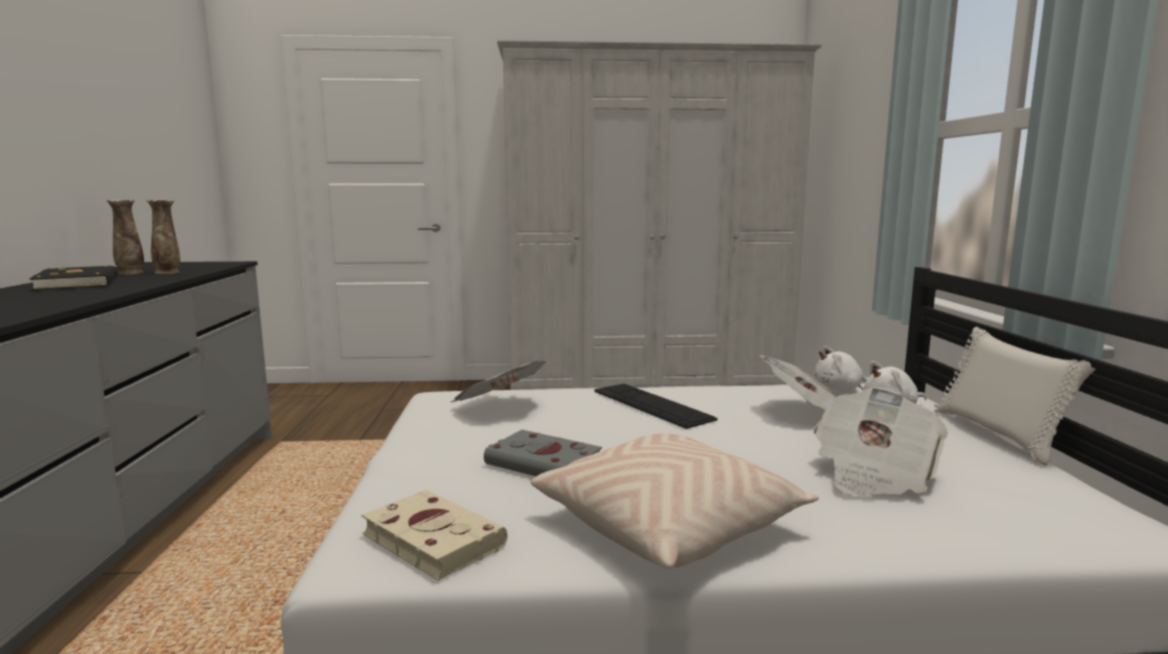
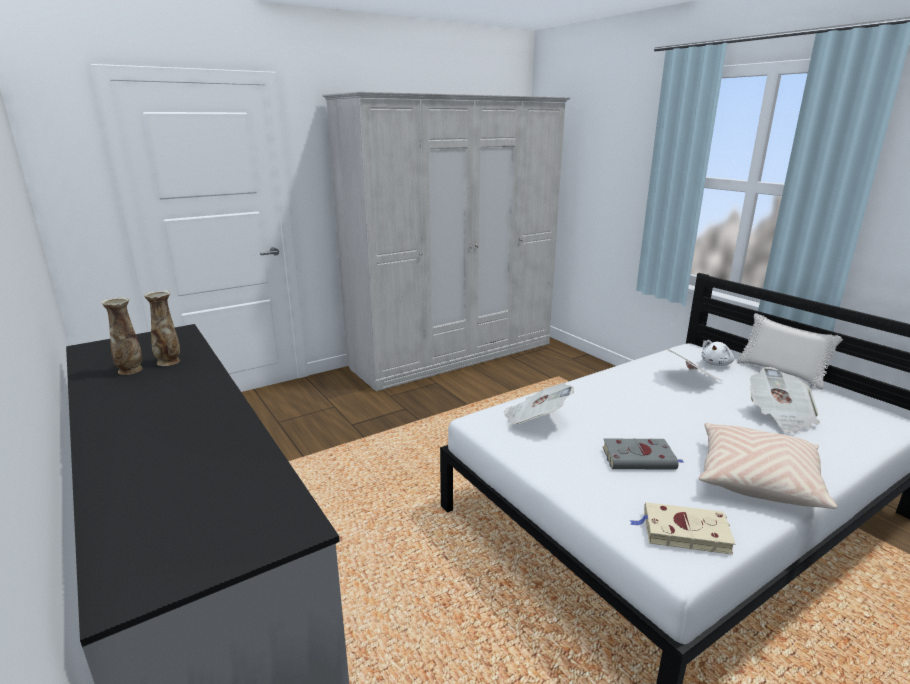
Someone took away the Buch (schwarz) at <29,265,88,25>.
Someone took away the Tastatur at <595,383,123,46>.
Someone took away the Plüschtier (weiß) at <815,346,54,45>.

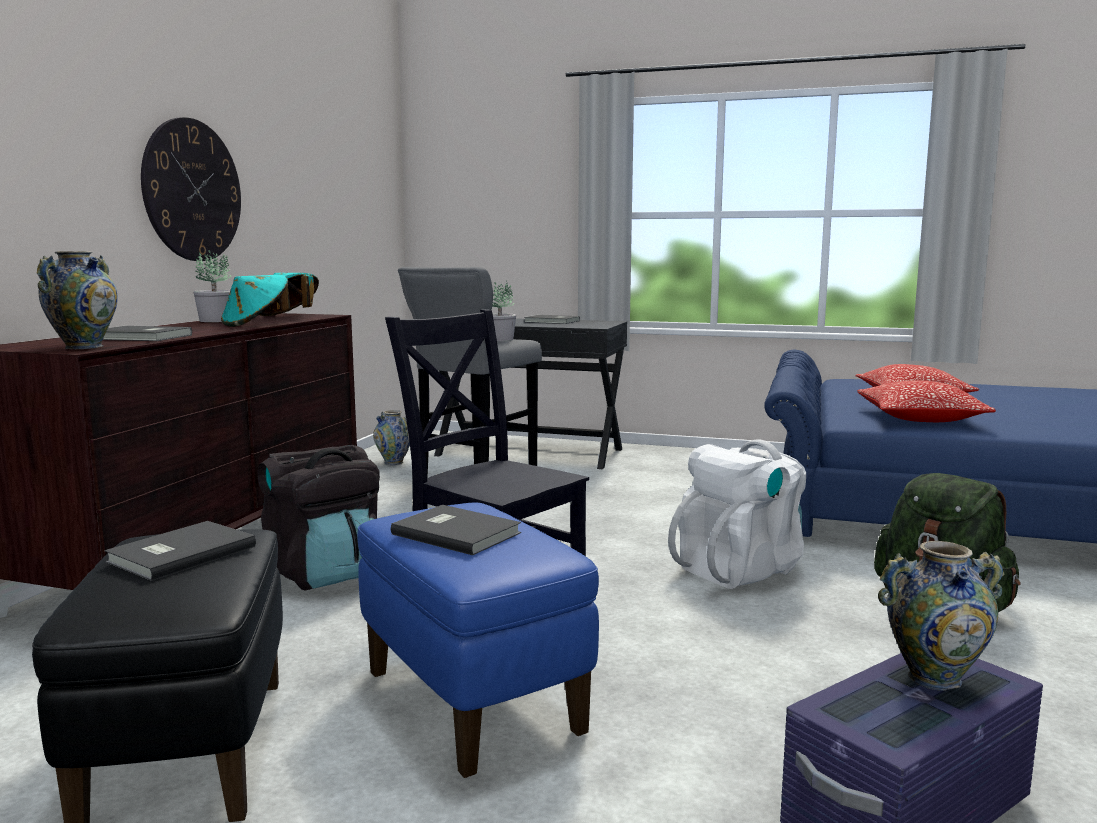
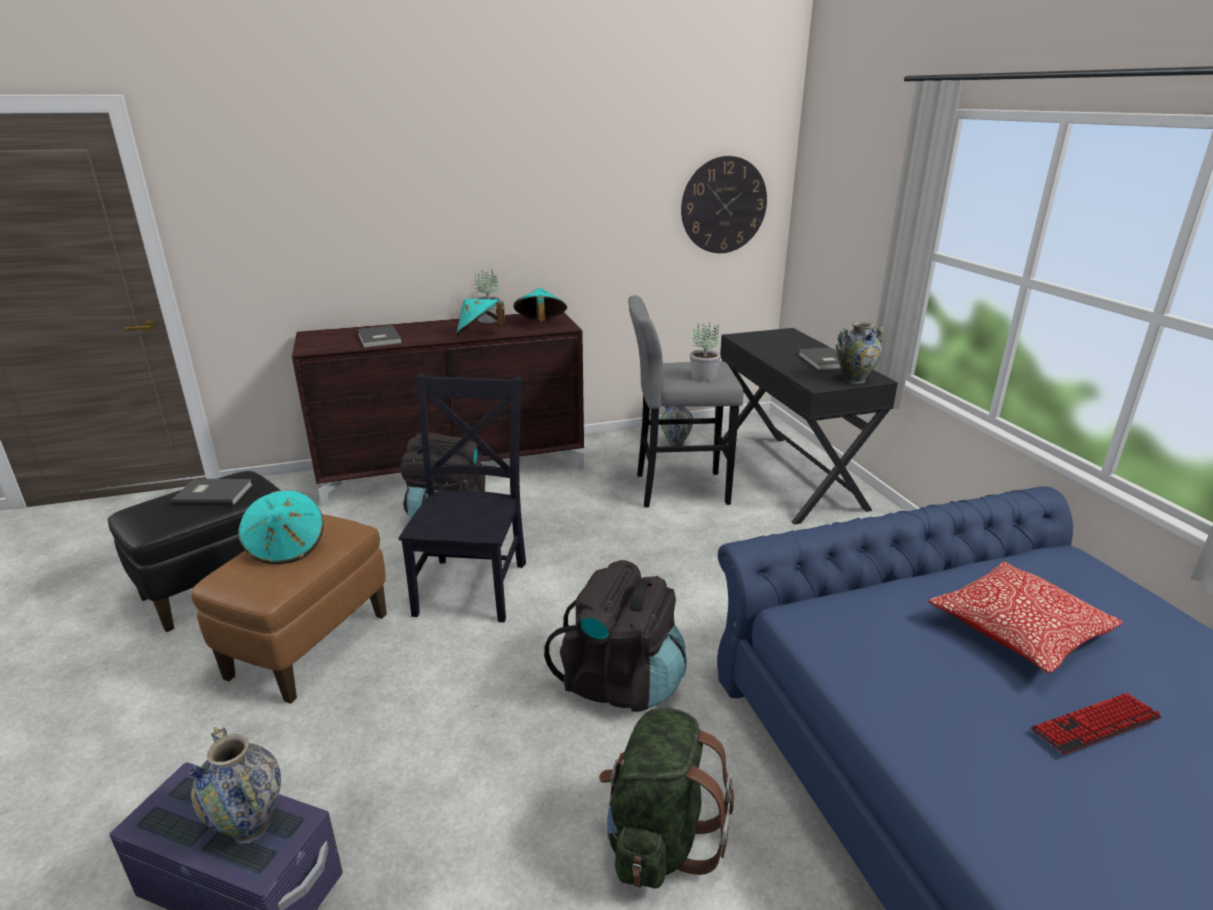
Someone repainted the Polsterhocker (blau) at <357,502,242,276>, which became the Polsterhocker (braun) at <191,514,196,190>.
Someone swapped the Buch (grau) at <391,505,130,50> for the Hut (türkis) at <238,491,86,73>.
Someone repainted the Rucksack (weiß) at <668,439,138,150>, which became the Rucksack (schwarz) at <544,560,143,152>.
Someone carried the Wanduhr from <141,117,100,144> to <681,156,86,97>.
Someone carried the Vase from <37,251,81,98> to <836,322,48,62>.
Someone put down the Tastatur at <1031,693,131,62>.
Someone took away the Kissen at <857,380,139,42>.

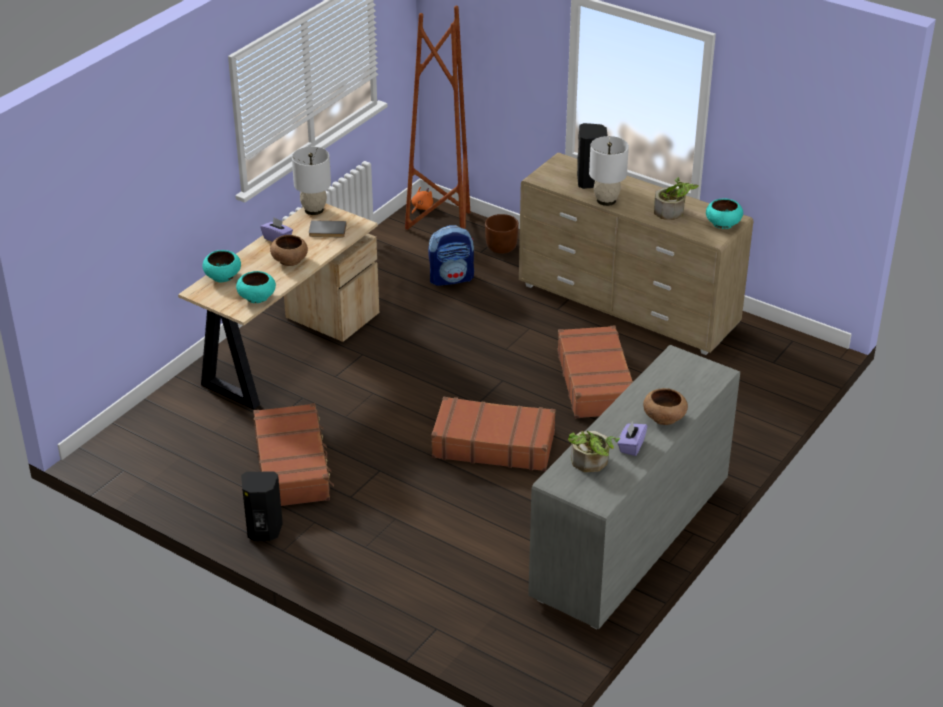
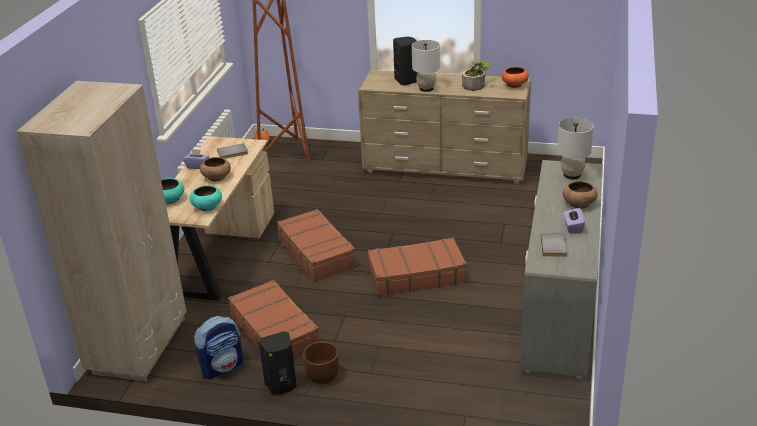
Someone put down the Kleiderschrank (beige) at <16,81,171,300>.
Someone carried the Rucksack from <428,225,46,61> to <194,316,49,63>.
Someone carried the Koffer (braun) from <557,325,76,94> to <277,209,79,72>.
Someone carried the Pflanzkübel (braun) from <485,214,34,40> to <303,342,36,42>.
Someone repainted the Schüssel (türkis) at <706,198,37,31>, which became the Schüssel (orange) at <502,67,27,21>.
Someone swapped the Topfpflanze at <568,431,52,41> for the Buch (grau) at <541,233,26,24>.
Someone carried the Tischlampe (weiß) from <292,147,39,68> to <557,118,37,61>.

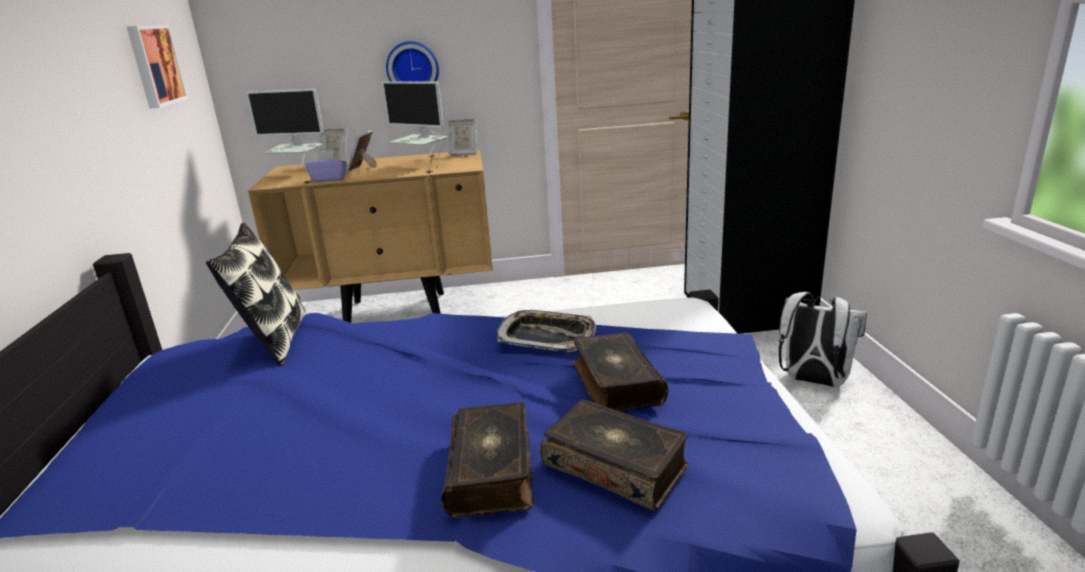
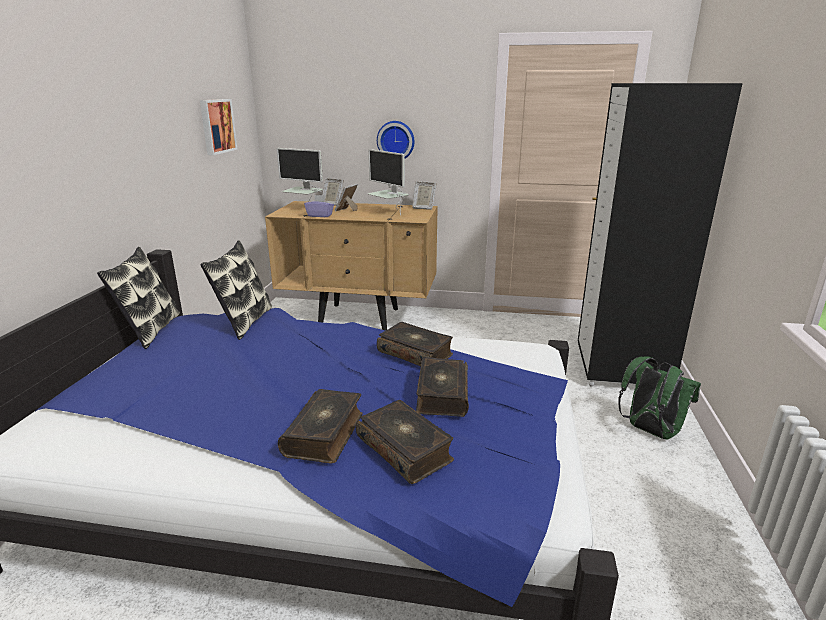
Someone put down the Kissen at <97,247,83,102>.
Someone swapped the Tablett at <497,310,99,42> for the Buch at <377,322,76,44>.
Someone repainted the Rucksack (weiß) at <778,292,89,95>, which became the Rucksack (grün) at <618,356,83,84>.

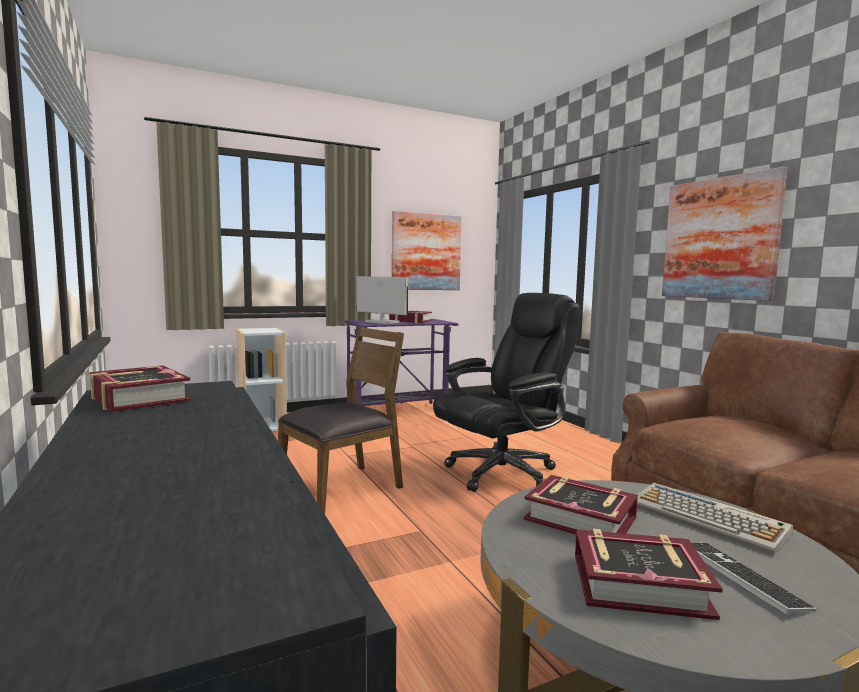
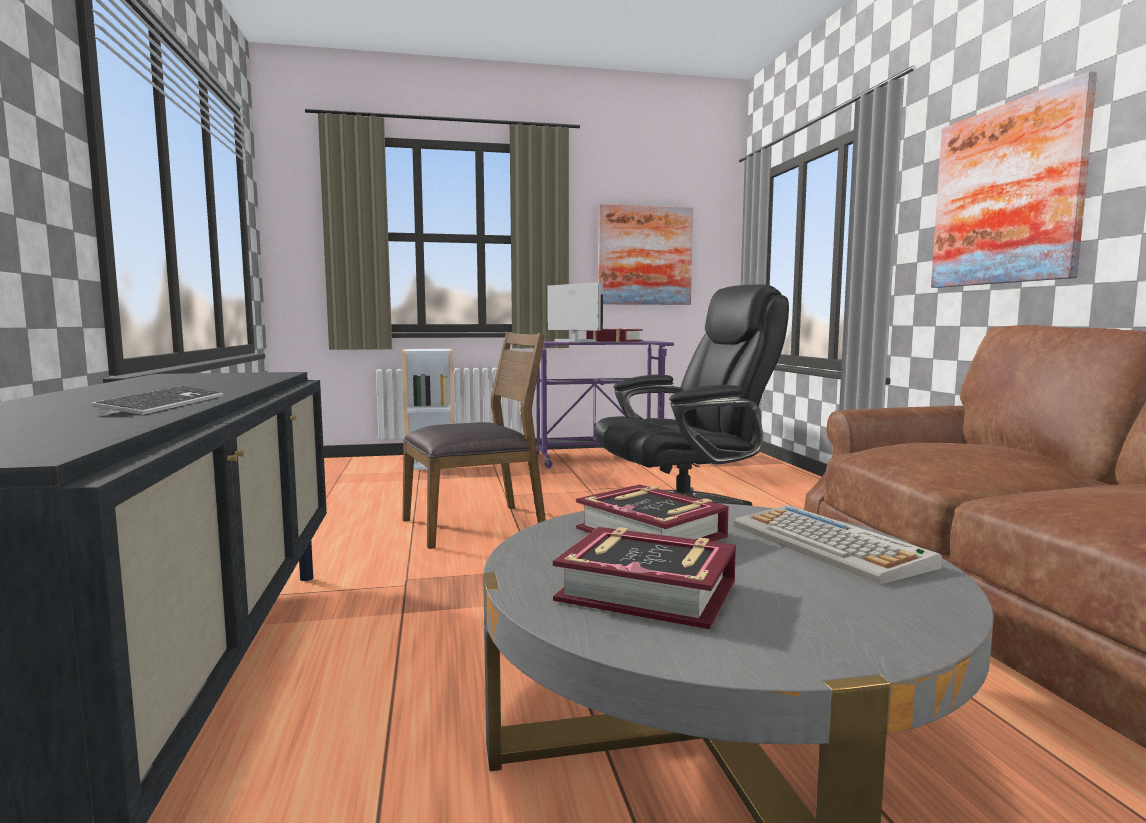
Someone carried the Tastatur from <691,542,125,73> to <91,386,133,29>.
Someone took away the Buch at <89,365,102,47>.

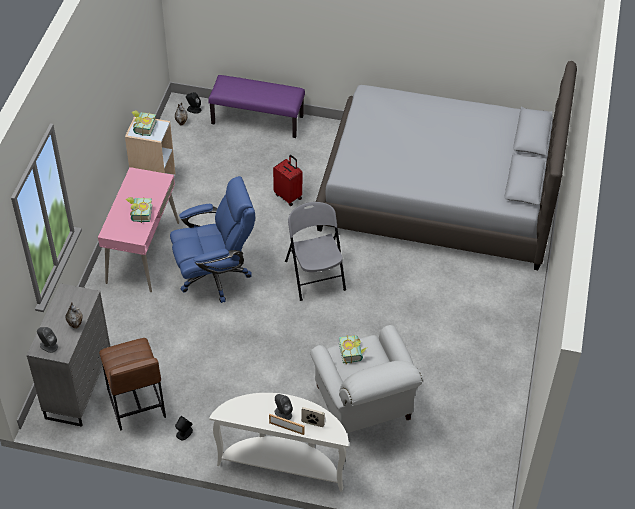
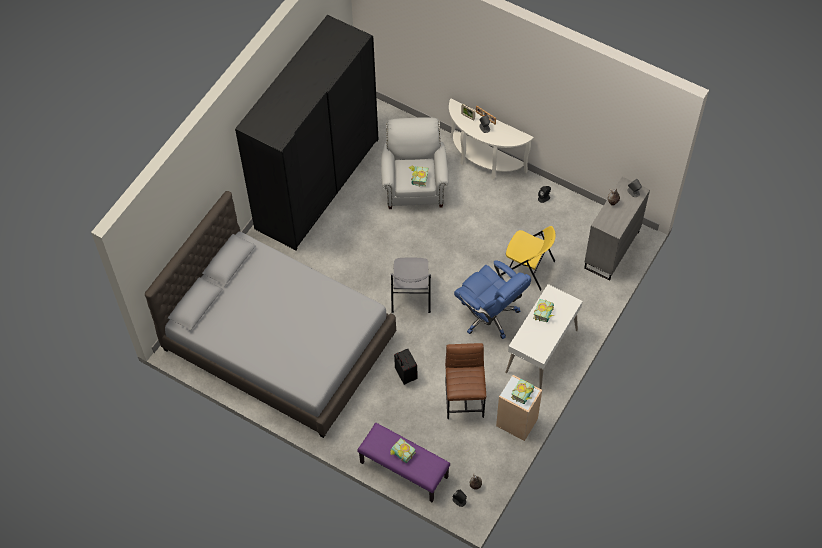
Someone put down the Kleiderschrank (schwarz) at <235,15,144,236>.
Someone put down the Buch at <390,438,26,25>.
Someone repainted the Koffer (rot) at <273,155,29,51>, which became the Koffer (schwarz) at <394,348,23,37>.
Someone carried the Stuhl (braun) from <99,338,67,93> to <445,343,41,76>.
Someone rotated the Bürostuhl (blau) at <170,176,85,127> by 135 degrees counterclockwise.
Someone put down the Stuhl (gelb) at <501,226,55,65>.
Someone repainted the Schreibtisch (rosa) at <98,167,81,125>, which became the Schreibtisch (weiß) at <505,284,78,105>.

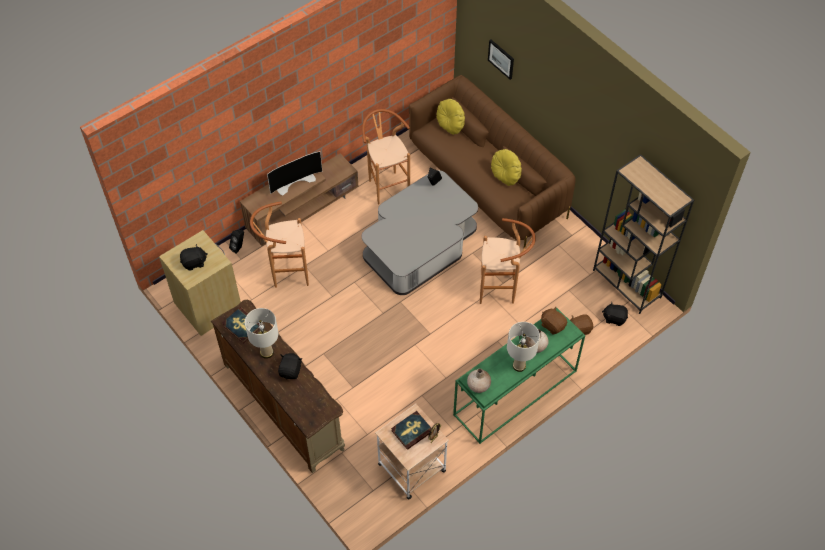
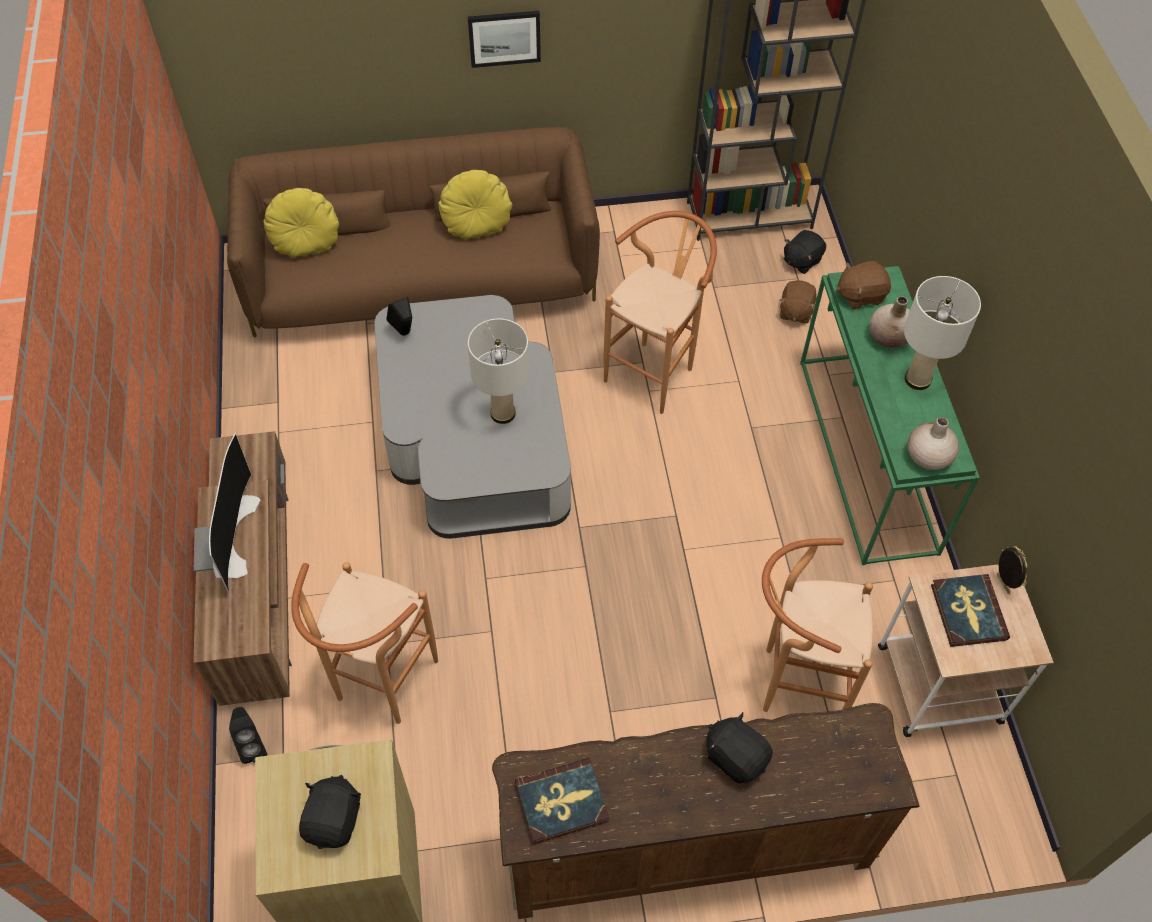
Someone carried the Bild from <488,40,26,40> to <468,11,73,57>.
Someone carried the Tischlampe (weiß) from <245,308,33,51> to <468,318,61,106>.
Someone carried the Hocker (braun) from <362,109,48,95> to <762,538,111,174>.

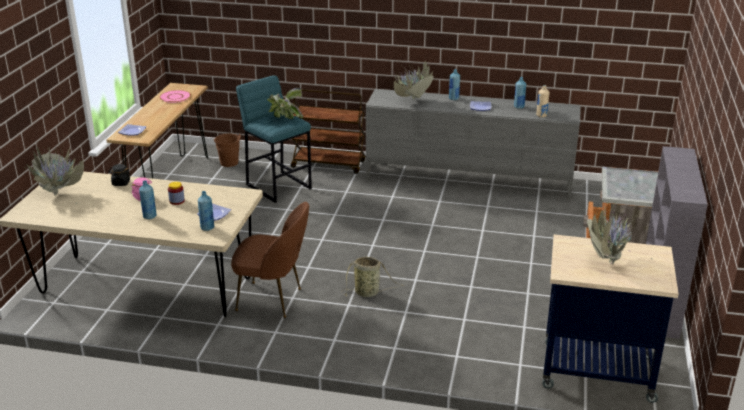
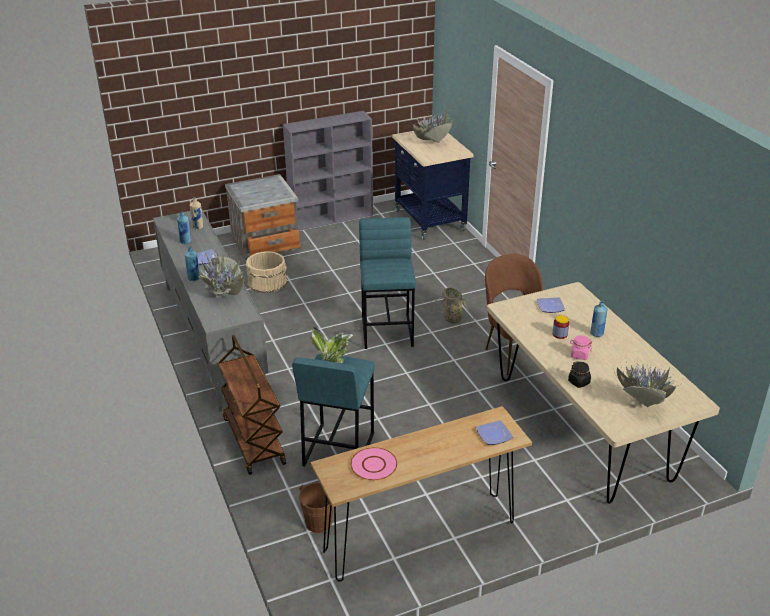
Someone put down the Eimer (beige) at <246,251,41,42>.
Someone put down the Hocker (türkis) at <359,217,57,132>.
Someone took away the Flasche (blau) at <198,191,16,40>.

